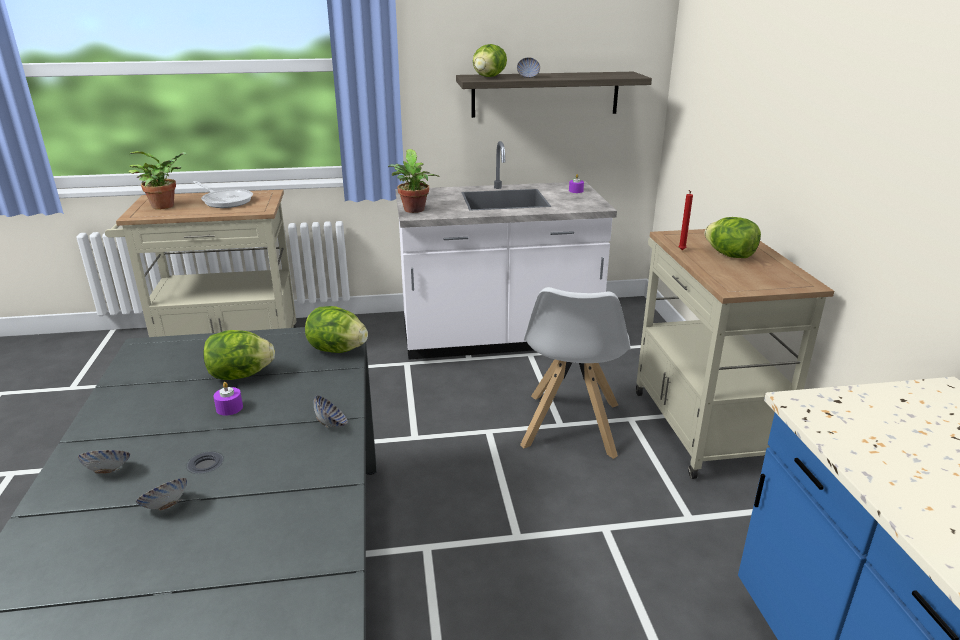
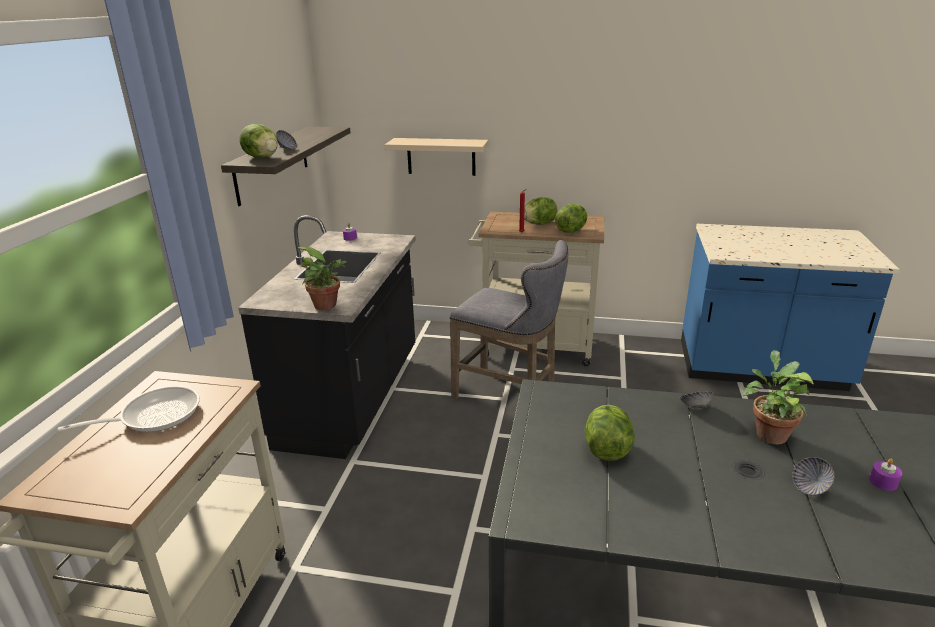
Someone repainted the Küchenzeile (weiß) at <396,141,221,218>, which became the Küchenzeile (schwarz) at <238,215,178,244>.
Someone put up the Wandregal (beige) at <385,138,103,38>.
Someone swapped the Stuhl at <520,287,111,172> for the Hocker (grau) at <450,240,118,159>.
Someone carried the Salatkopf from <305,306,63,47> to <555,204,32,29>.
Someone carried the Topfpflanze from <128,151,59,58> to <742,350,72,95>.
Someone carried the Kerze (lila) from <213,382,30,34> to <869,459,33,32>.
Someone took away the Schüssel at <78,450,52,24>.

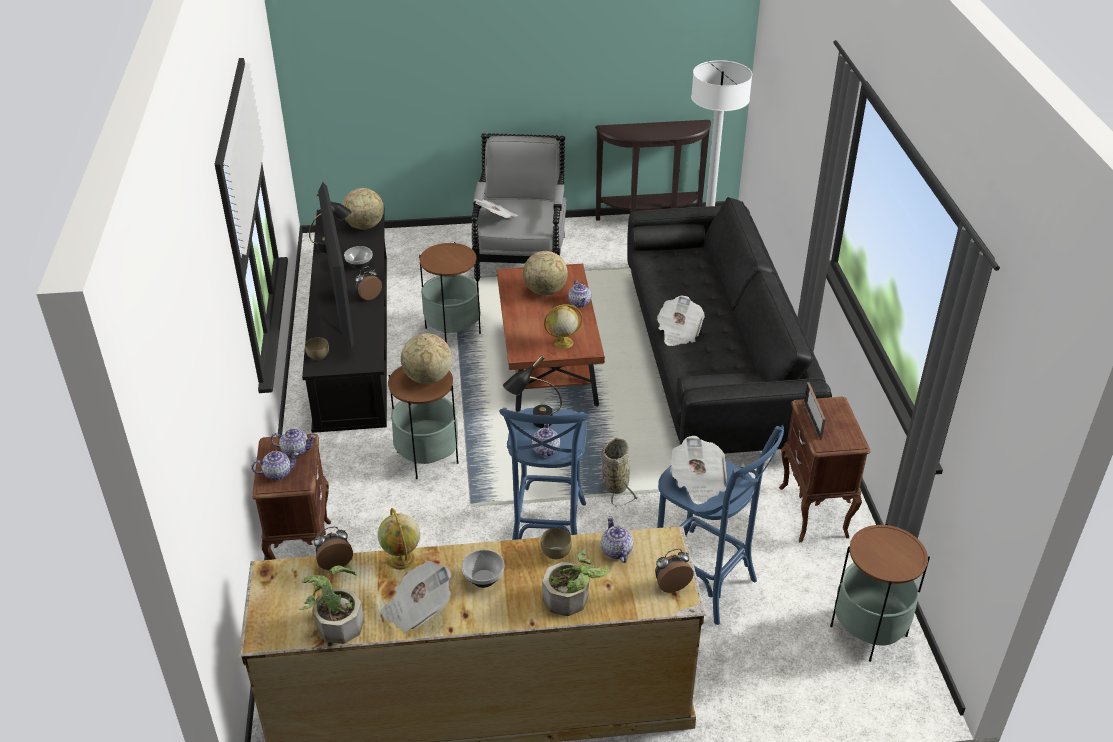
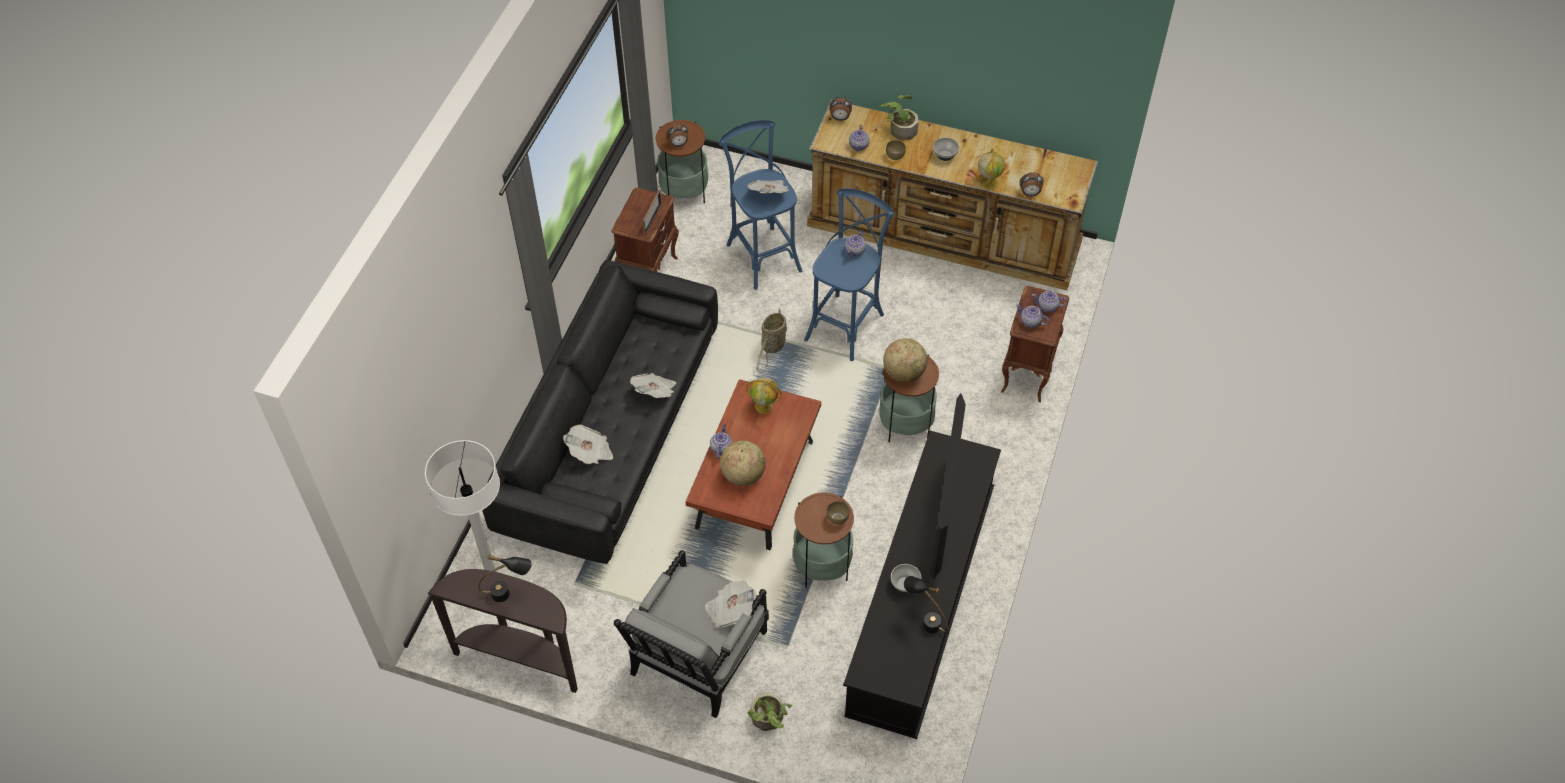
Someone carried the Tischlampe (schwarz) from <503,355,59,73> to <478,555,54,47>.
Someone carried the Zeitung from <381,561,71,72> to <563,425,51,40>.
Someone carried the Wecker from <355,267,27,33> to <666,123,22,24>.
Someone carried the Topfpflanze from <300,566,64,78> to <748,692,44,39>.
Someone carried the Schüssel (braun) from <305,337,24,23> to <827,501,23,24>.
Someone took away the Globus at <342,188,42,42>.

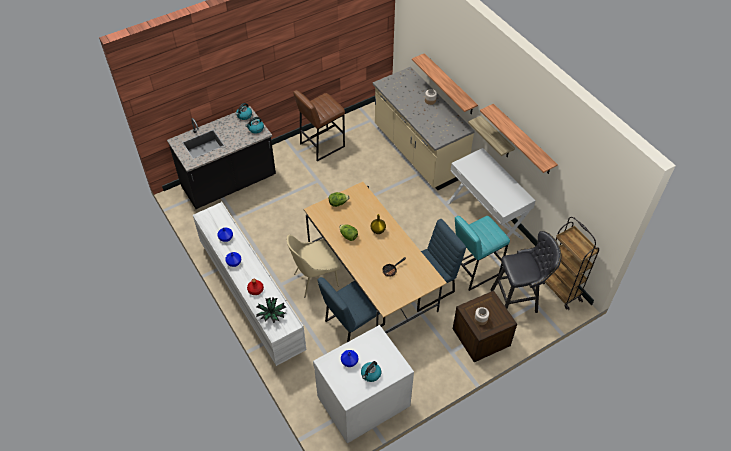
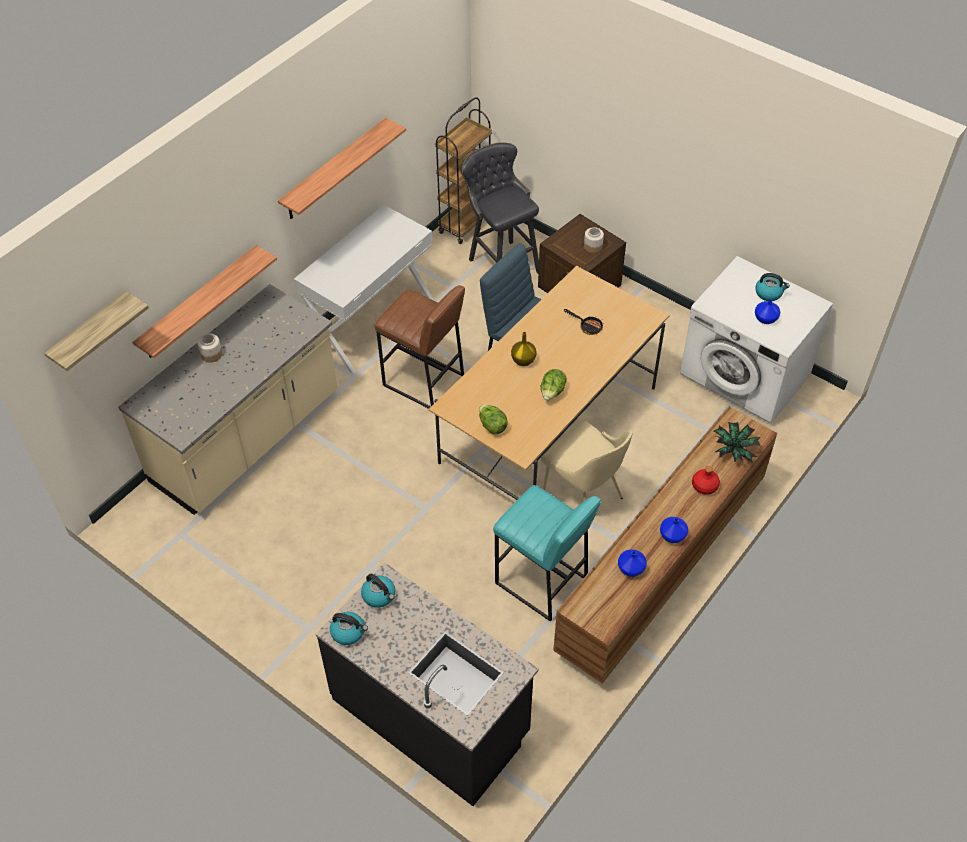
Someone carried the Wandregal from <468,115,47,42> to <44,291,105,80>.
Someone carried the Hocker (braun) from <293,90,52,71> to <375,285,90,124>.
Someone carried the Hocker (türkis) from <455,216,55,75> to <493,485,108,137>.
Someone repainted the Schrank (weiß) at <193,201,113,165>, which became the Schrank (braun) at <553,406,224,278>.
Someone took away the Stuhl (blau) at <317,277,68,65>.

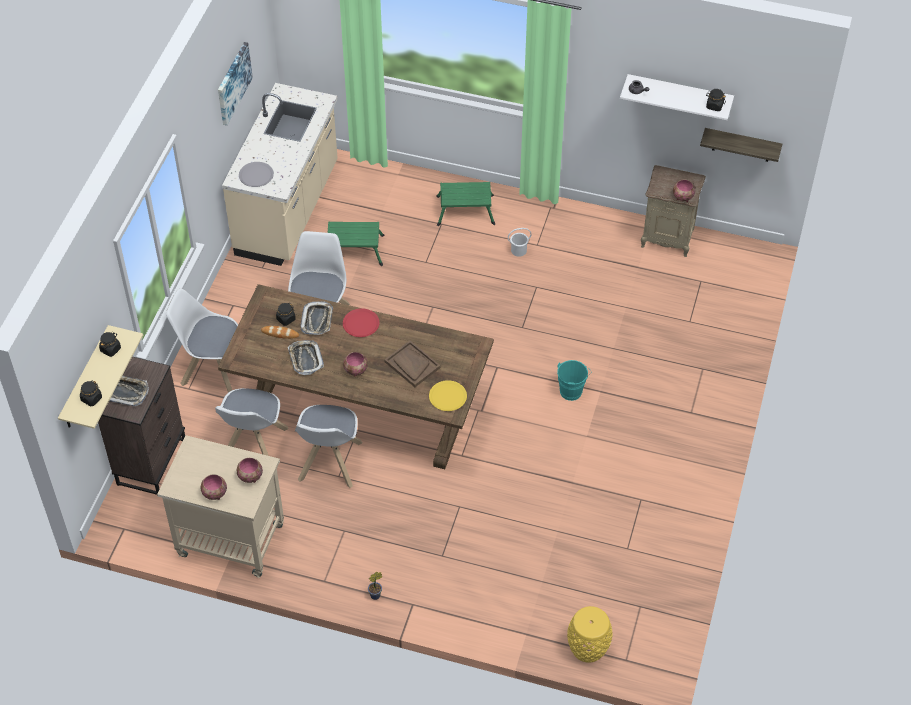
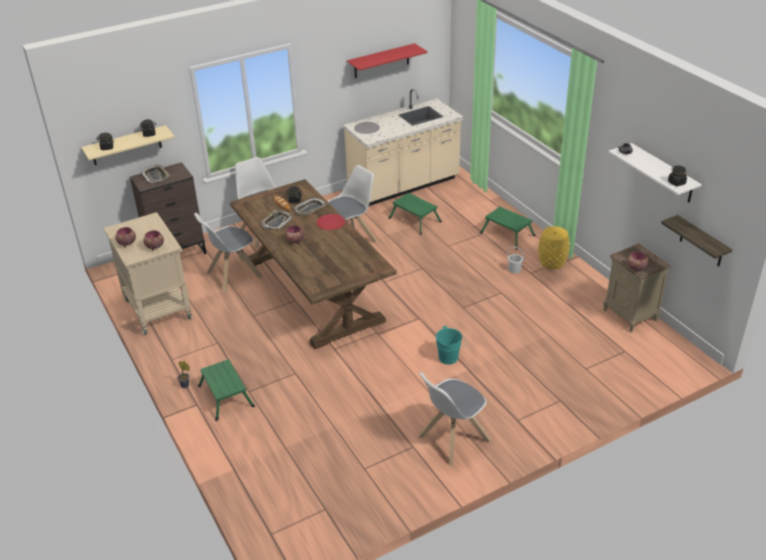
Someone put down the Trittleiter (grün) at <198,359,57,62>.
Someone swapped the Bild at <218,42,35,84> for the Wandregal (rot) at <347,43,81,35>.
Someone carried the Stuhl from <295,405,67,83> to <418,372,73,94>.
Someone carried the Hocker (gelb) from <567,606,45,57> to <538,226,32,43>.
Someone took away the Tablett (braun) at <384,341,56,46>.
Someone took away the Teller (gelb) at <429,380,38,31>.

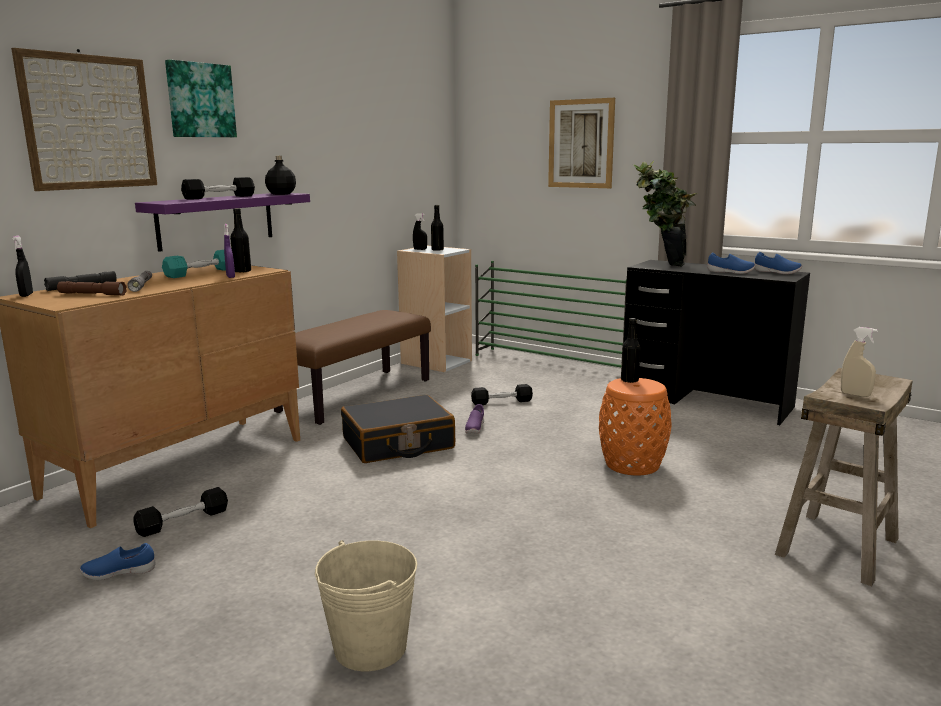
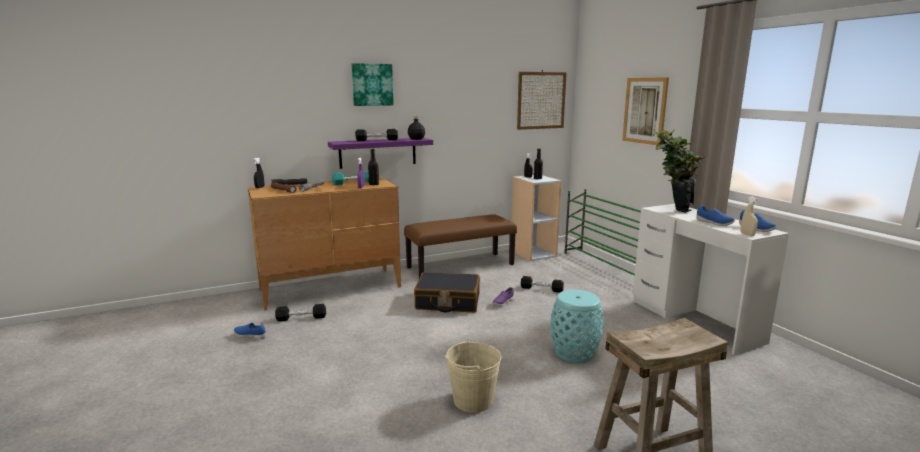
Someone carried the Eimer (beige) from <315,540,102,131> to <445,340,56,73>.
Someone carried the Bild from <11,48,146,143> to <517,70,50,60>.
Someone repainted the Hocker (orange) at <599,378,73,97>, which became the Hocker (türkis) at <550,290,53,73>.
Someone repainted the Schreibtisch (schwarz) at <624,260,186,165>, which became the Schreibtisch (weiß) at <633,204,156,151>.
Someone carried the Sprühflasche (beige) from <841,327,37,70> to <741,196,18,40>.
Someone took away the Flasche (schwarz) at <621,318,20,65>.

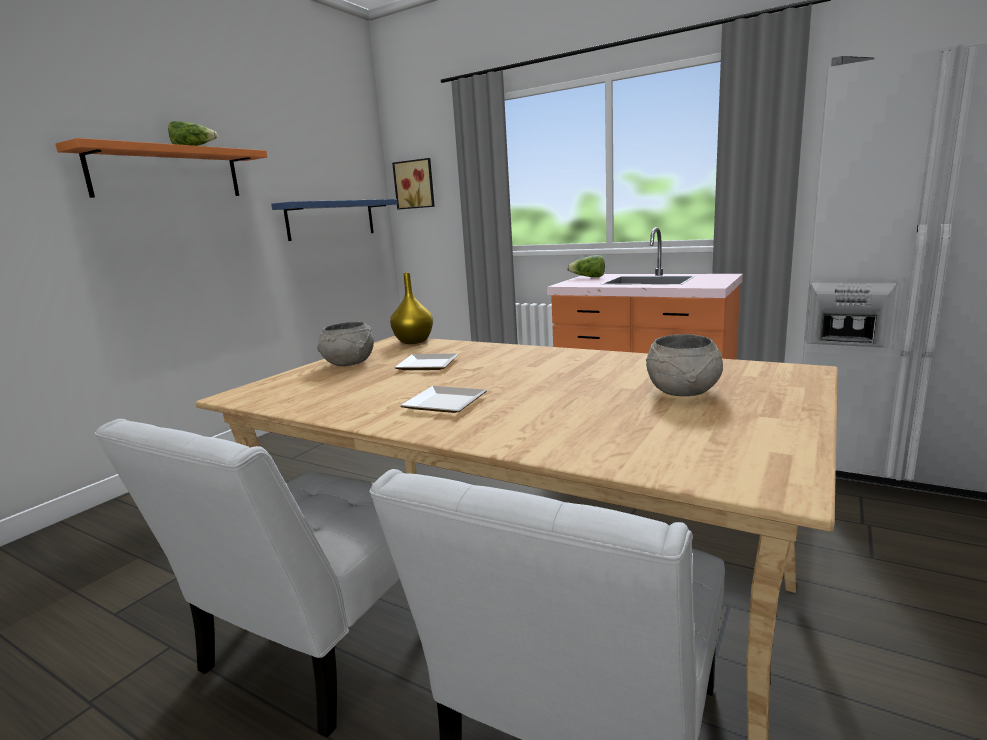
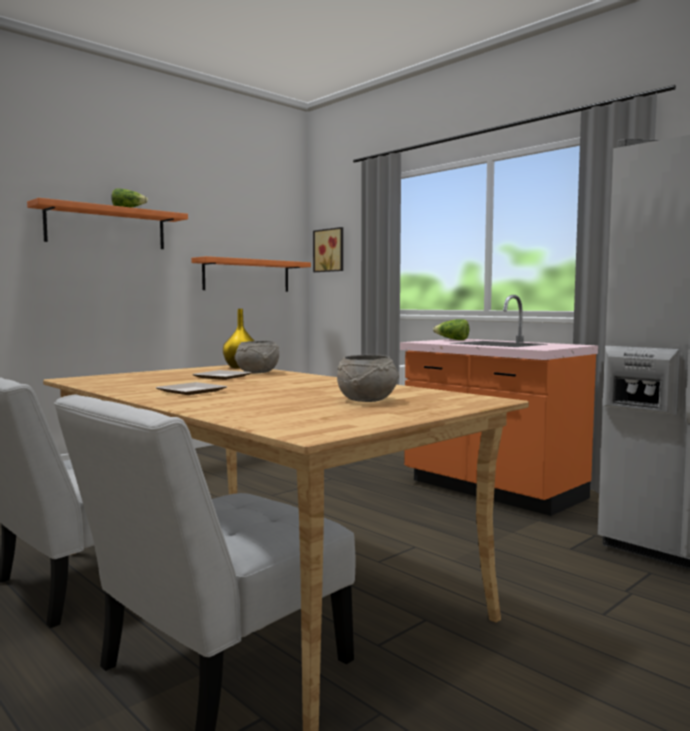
Someone repainted the Wandregal (blau) at <271,199,127,42>, which became the Wandregal (orange) at <191,256,120,36>.
Someone carried the Schüssel (grau) from <317,322,57,44> to <234,341,45,33>.

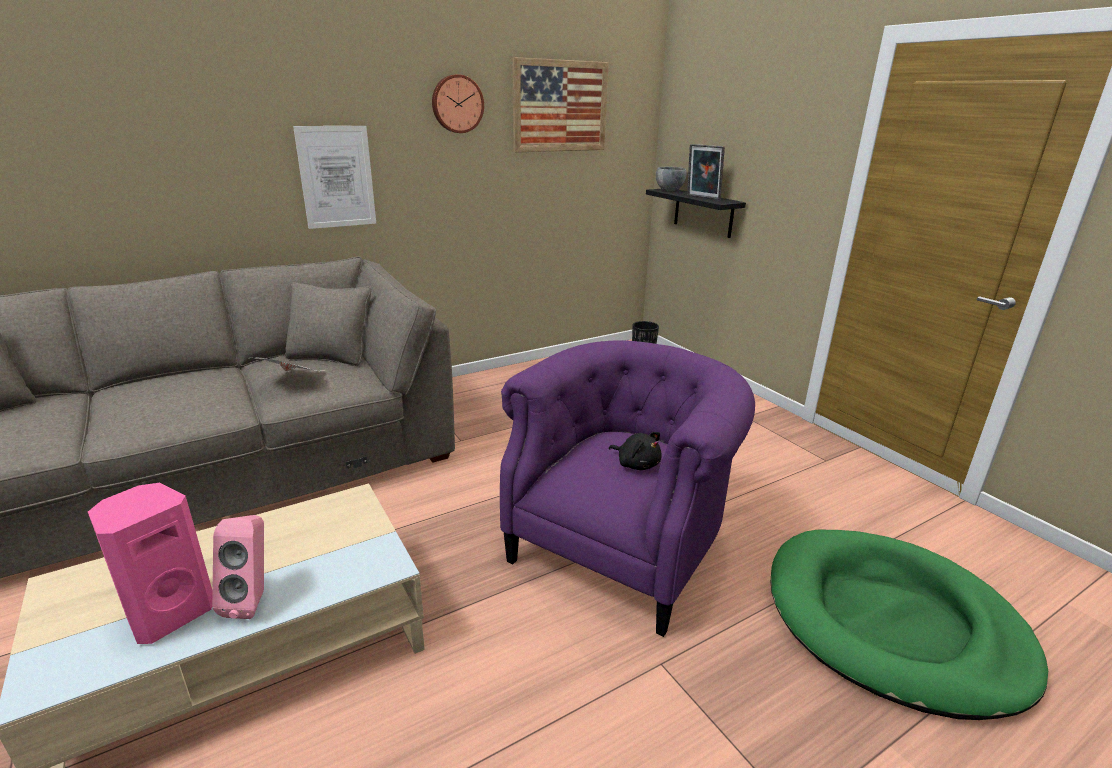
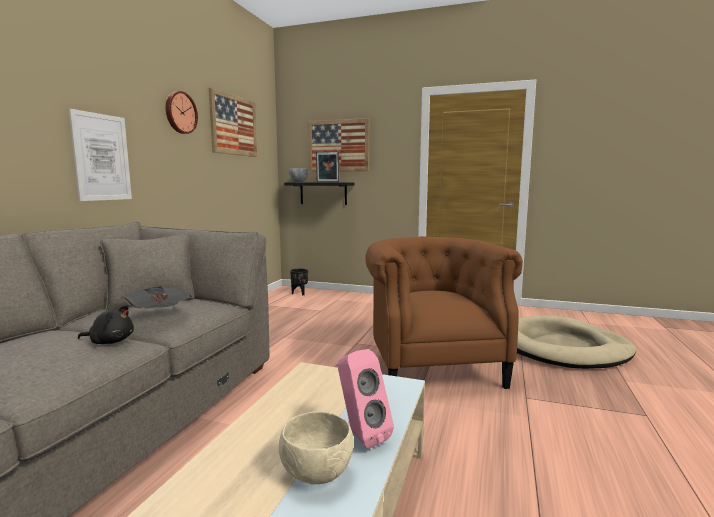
Someone carried the Plüschtier (schwarz) from <609,432,53,38> to <78,305,56,39>.
Someone swapped the Lautsprecher (rosa) at <88,483,124,161> for the Schüssel (beige) at <279,411,75,73>.
Someone put up the Bild at <308,118,61,54>.
Someone repainted the Sessel (lila) at <500,340,255,297>, which became the Sessel (braun) at <365,236,158,153>.
Someone repainted the Hundebett (grün) at <771,530,277,190>, which became the Hundebett (beige) at <517,315,119,54>.

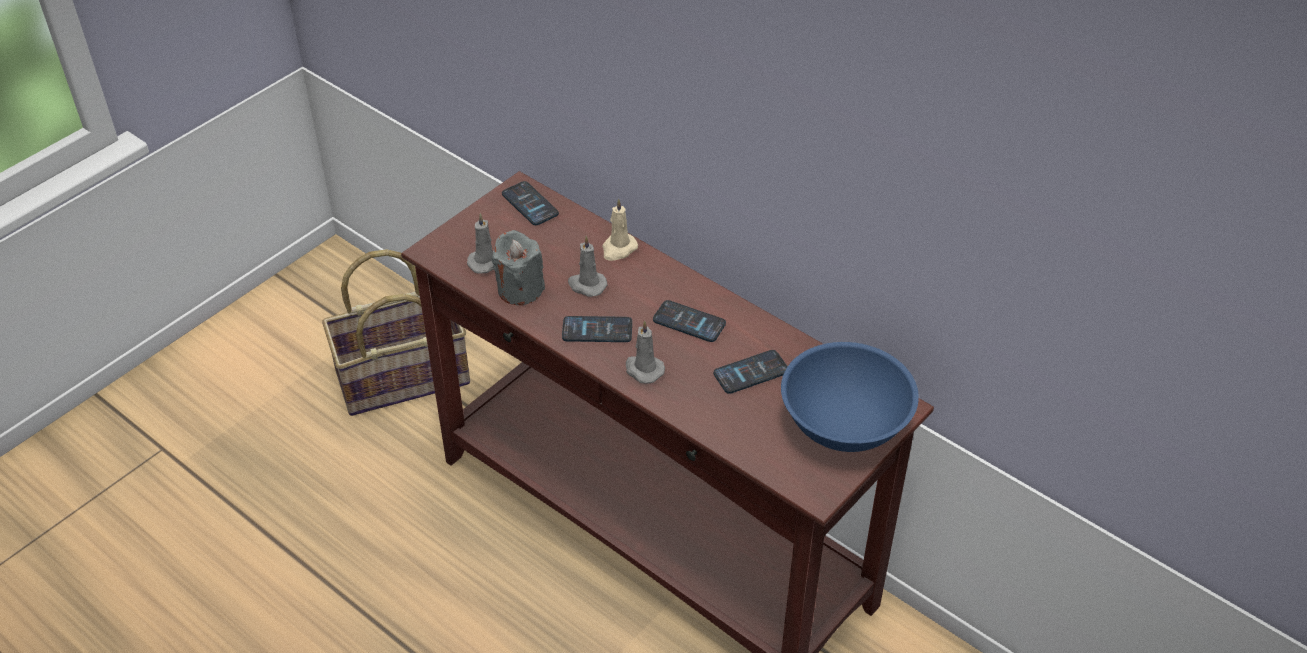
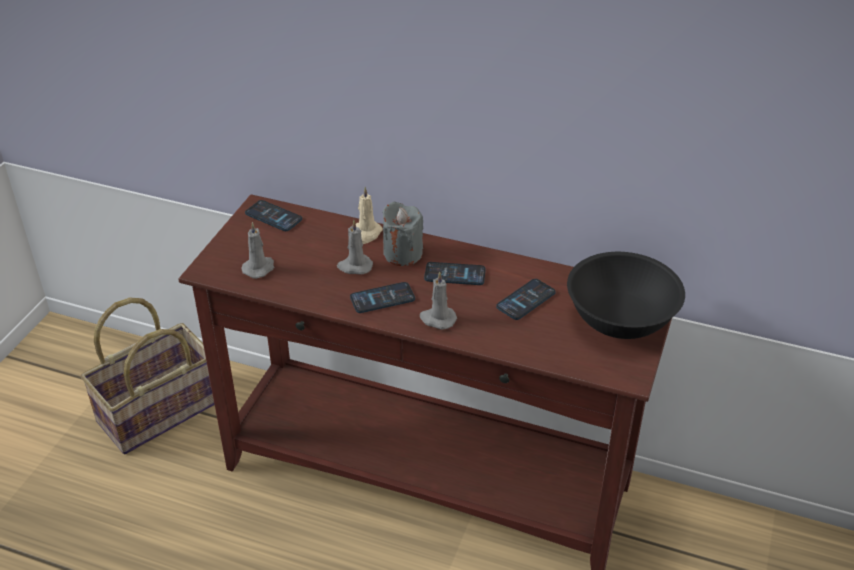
Someone carried the Kerze (grau) from <492,230,53,75> to <382,201,42,65>.
Someone repainted the Schüssel (blau) at <781,342,138,110>, which became the Schüssel (schwarz) at <567,252,118,87>.

